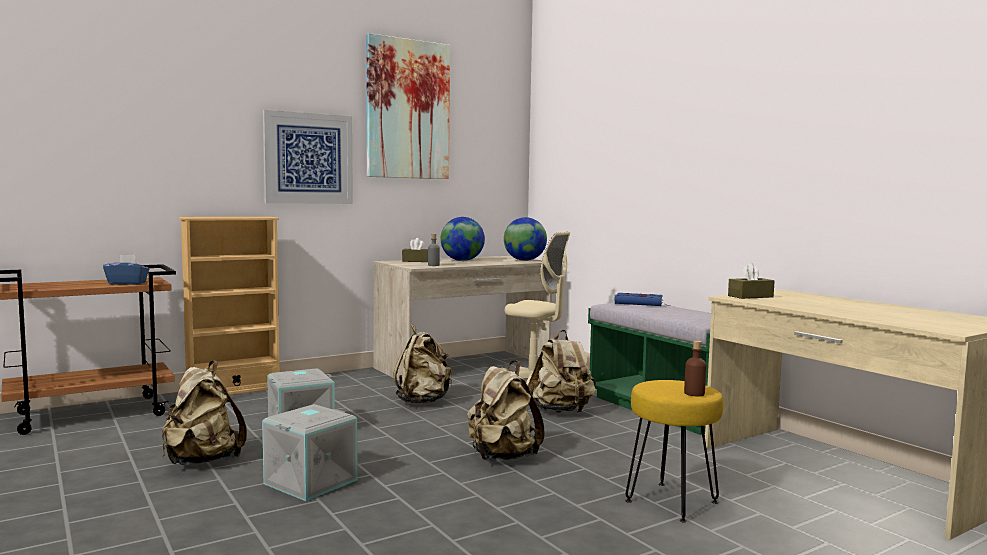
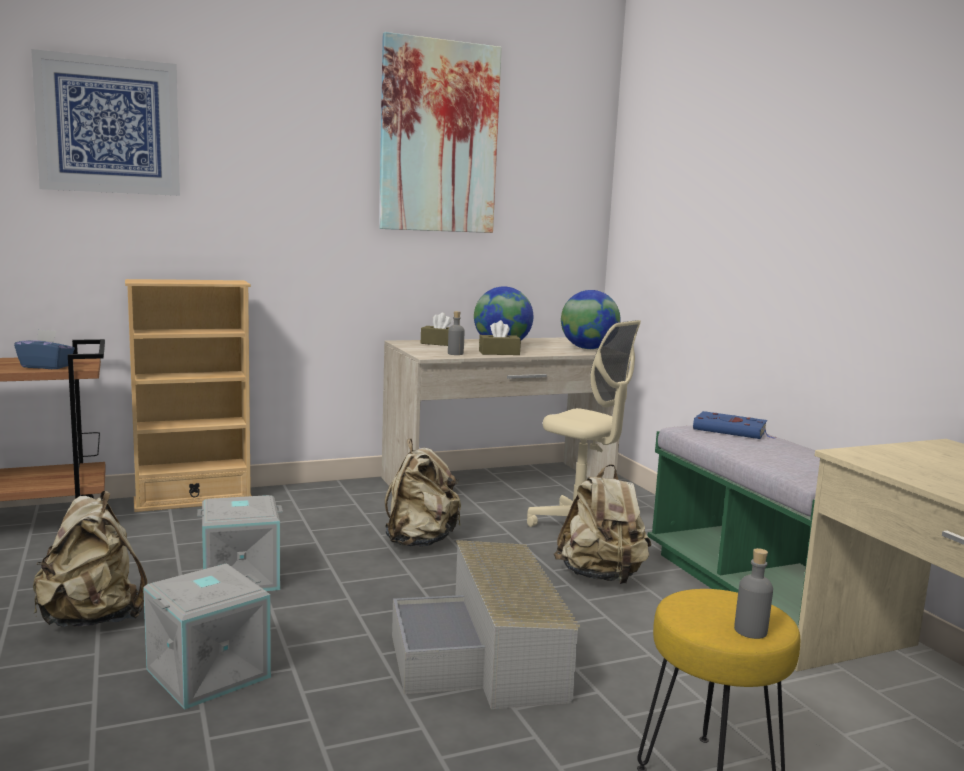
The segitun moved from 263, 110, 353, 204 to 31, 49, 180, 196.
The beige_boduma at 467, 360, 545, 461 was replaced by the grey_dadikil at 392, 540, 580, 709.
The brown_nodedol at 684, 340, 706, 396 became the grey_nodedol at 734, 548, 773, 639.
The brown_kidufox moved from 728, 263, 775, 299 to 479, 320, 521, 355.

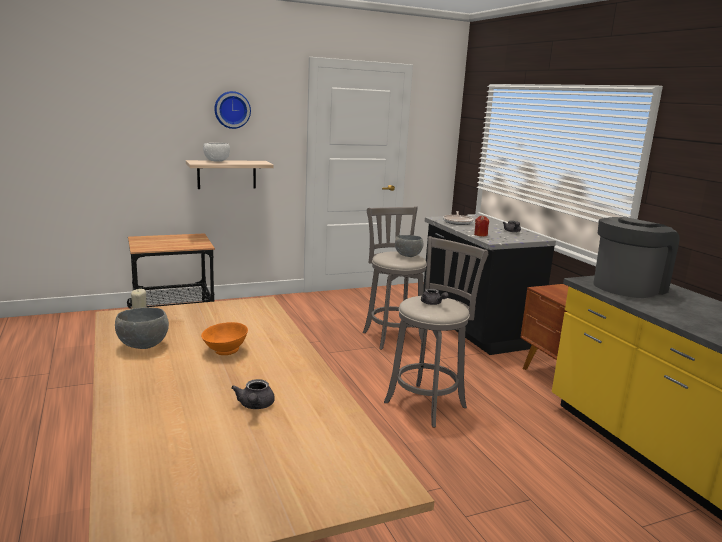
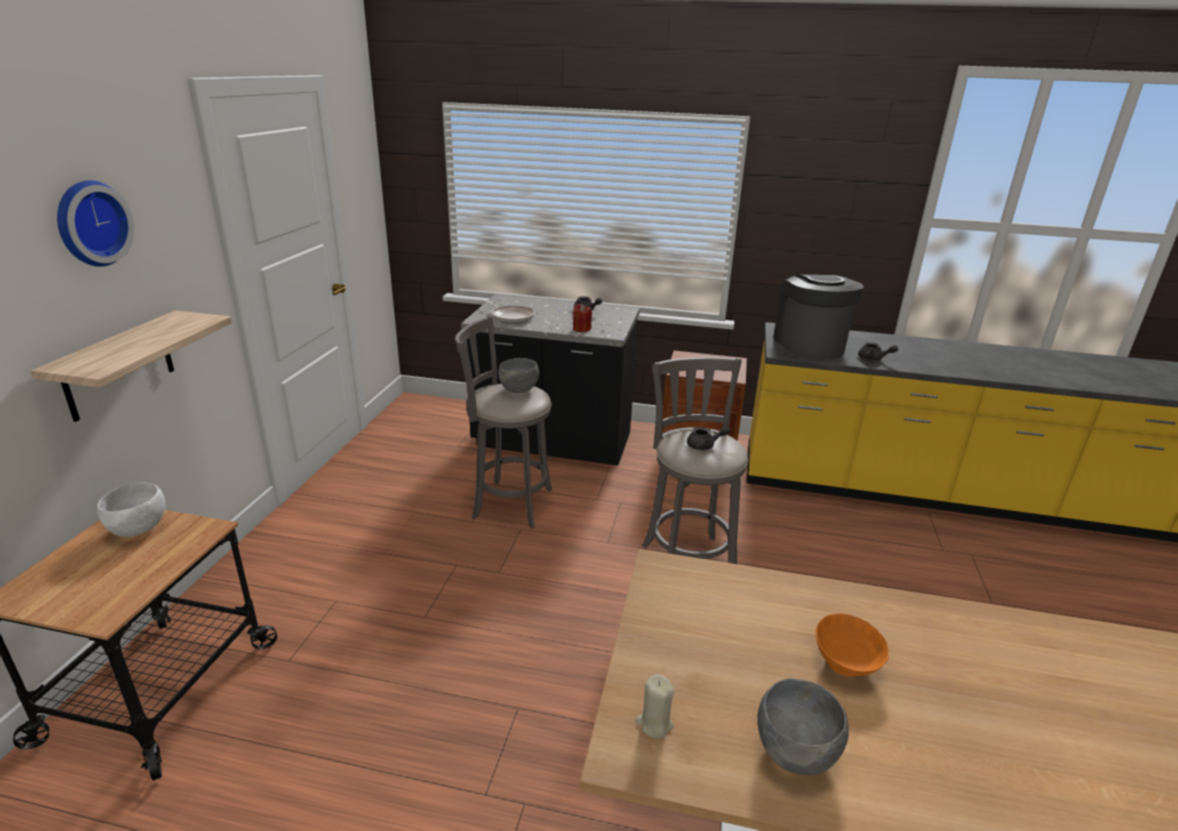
The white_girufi moved from 203, 143, 230, 162 to 97, 483, 166, 537.
The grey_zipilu moved from 231, 379, 275, 409 to 858, 342, 898, 361.

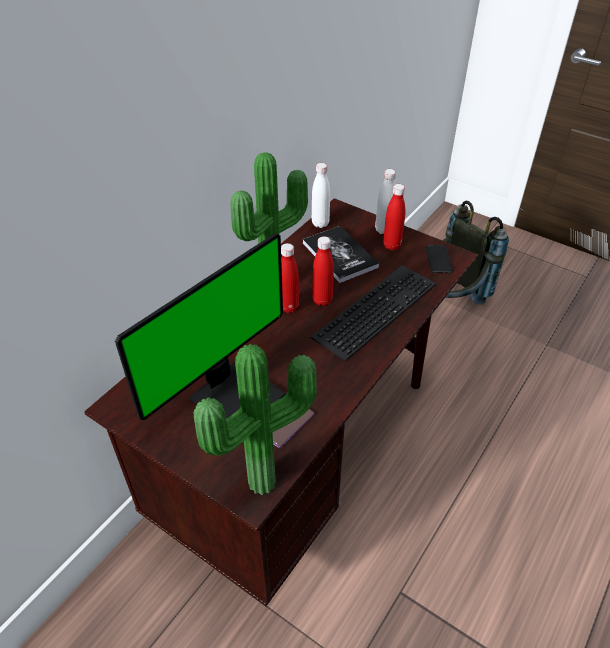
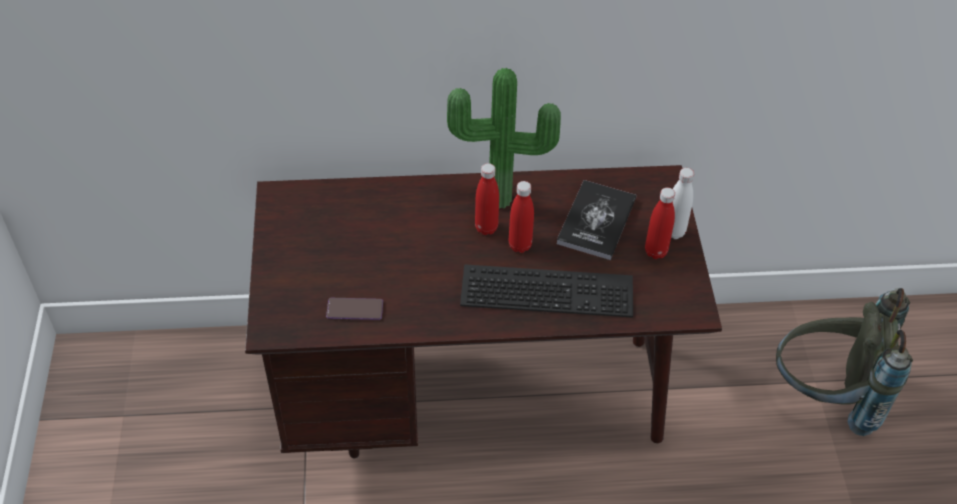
The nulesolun at 115, 233, 286, 420 disappeared.
The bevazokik at 194, 344, 317, 495 disappeared.
The white_nodedol at 312, 163, 330, 228 disappeared.
The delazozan at 425, 245, 453, 273 disappeared.

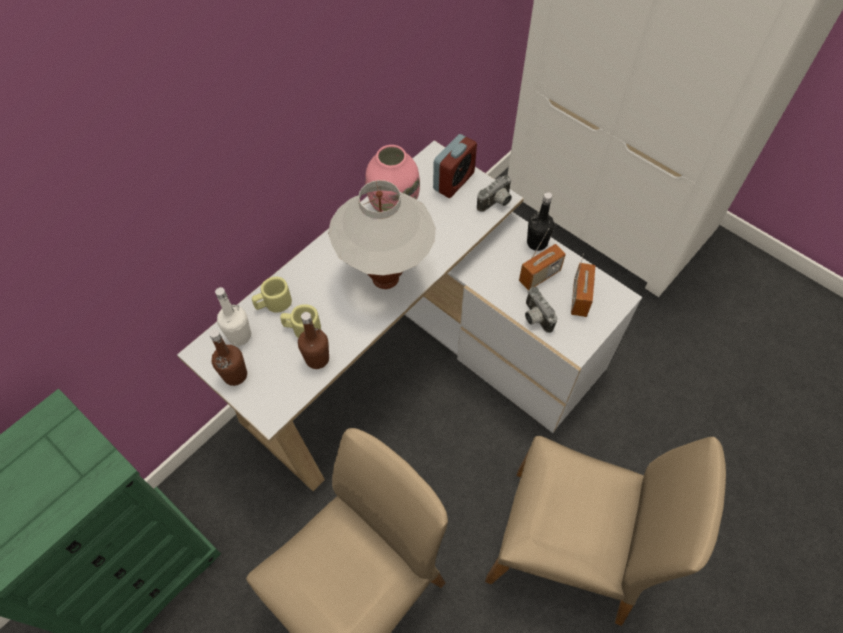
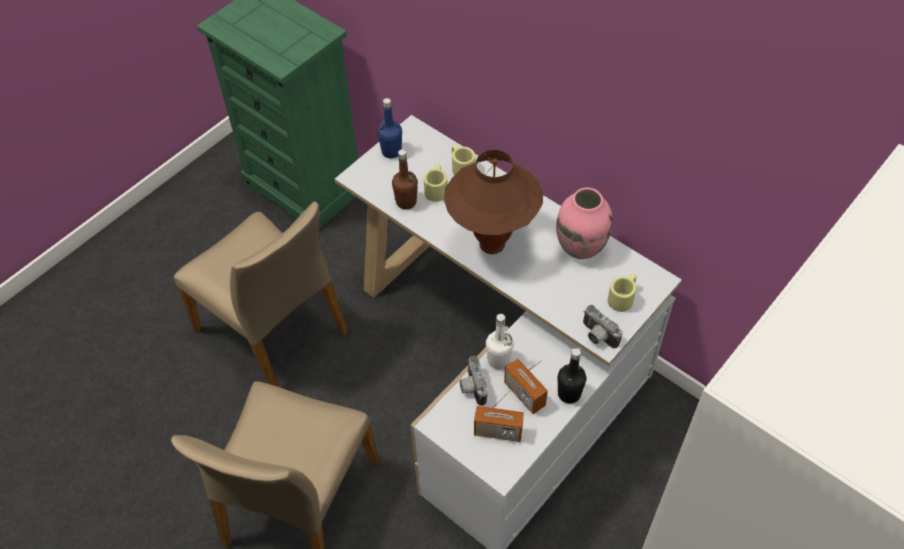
The brown_nodedol at 209, 329, 247, 386 became the blue_nodedol at 377, 98, 402, 158.
The white_nodedol moved from 215, 287, 251, 346 to 486, 314, 514, 370.
The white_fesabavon at 328, 180, 436, 289 became the brown_fesabavon at 444, 149, 543, 254.
The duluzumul at 433, 134, 477, 198 was replaced by the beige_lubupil at 607, 273, 637, 312.
The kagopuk at 525, 287, 558, 333 turned 75 degrees counterclockwise.

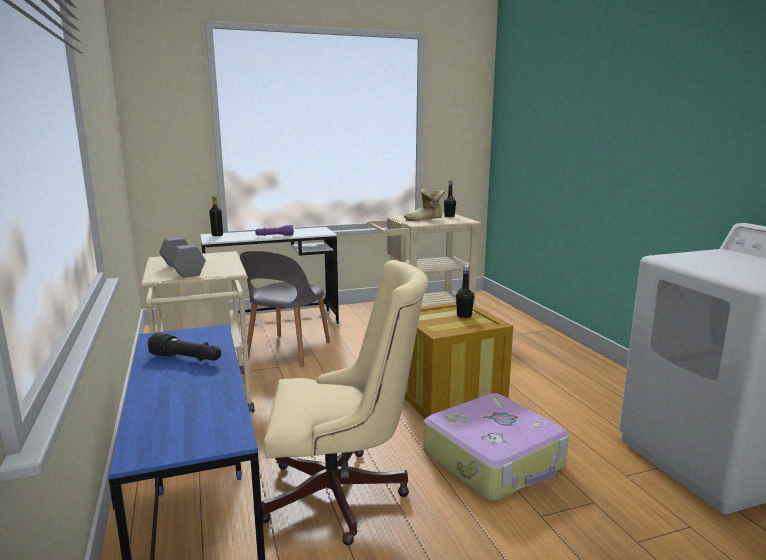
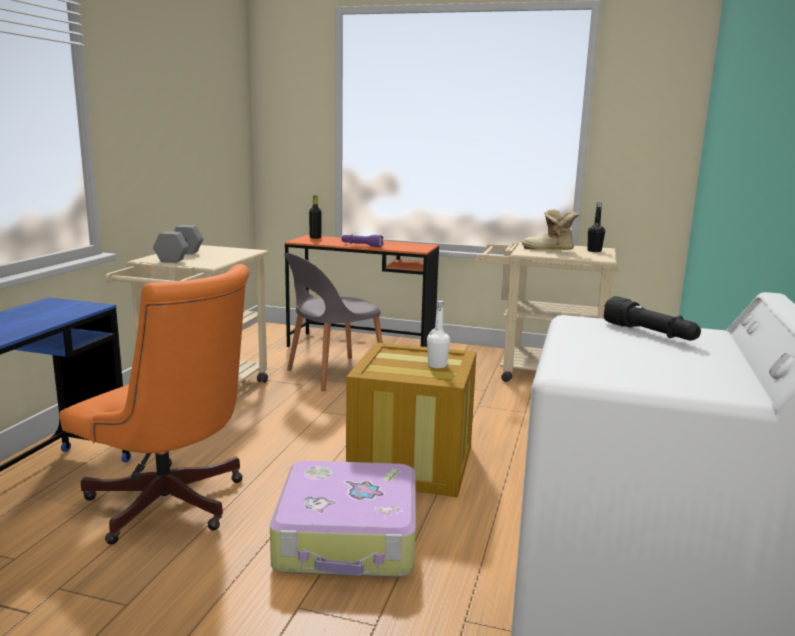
The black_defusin moved from 148, 333, 221, 361 to 603, 296, 701, 341.
The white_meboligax at 200, 227, 340, 326 became the orange_meboligax at 285, 235, 439, 347.
The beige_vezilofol at 261, 260, 428, 545 became the orange_vezilofol at 60, 264, 249, 545.
The black_nodedol at 456, 266, 474, 318 became the white_nodedol at 427, 300, 450, 368.

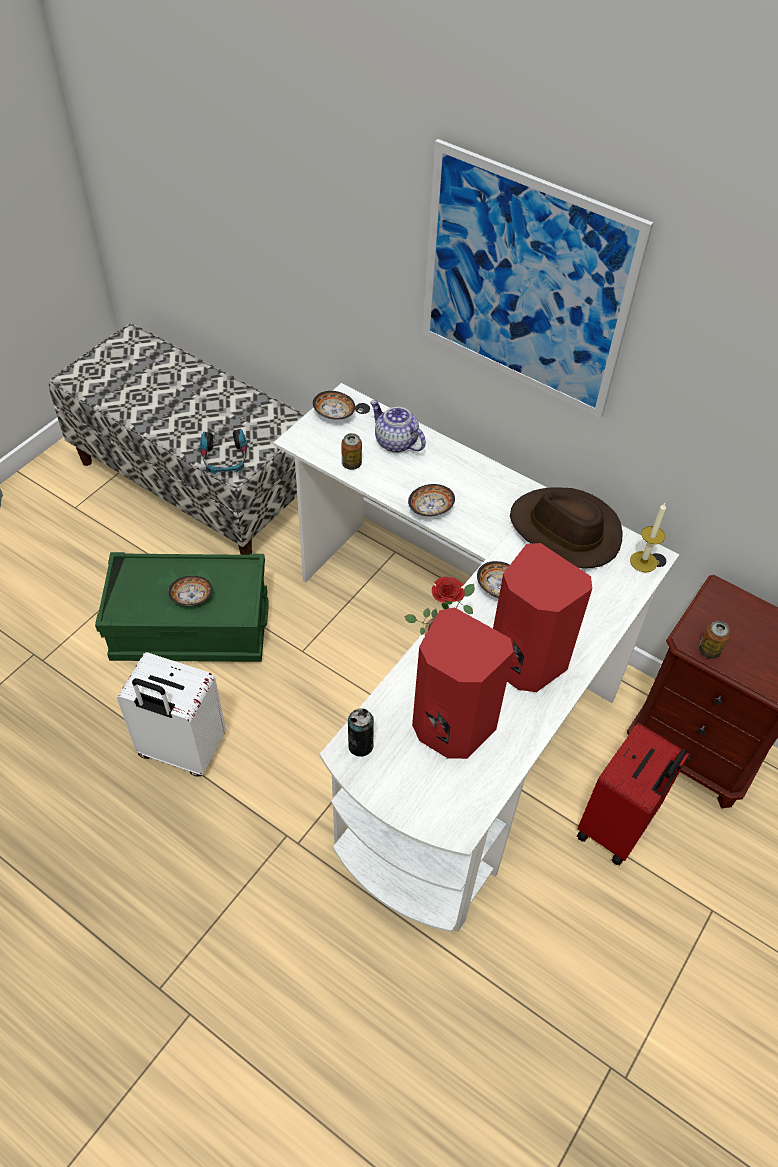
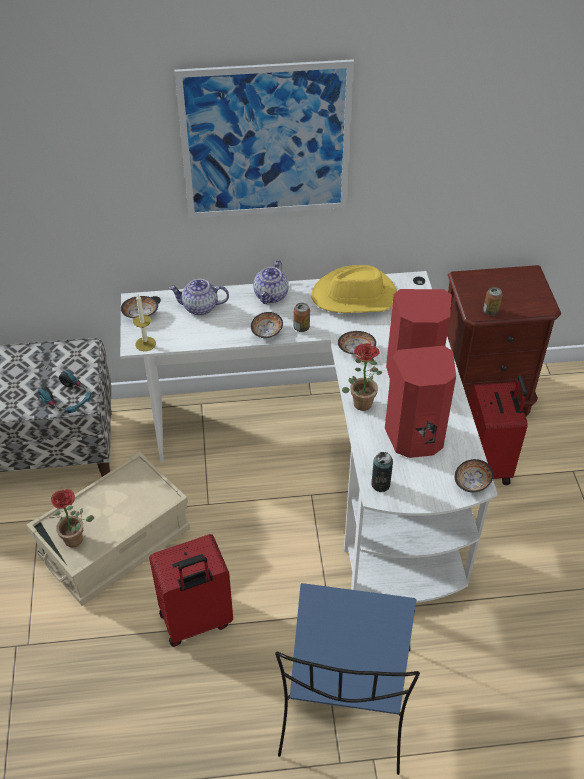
The green_dadikil at 95, 552, 269, 662 became the beige_dadikil at 27, 451, 190, 606.
The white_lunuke at 117, 652, 226, 776 became the red_lunuke at 149, 534, 233, 647.
The girufi moved from 168, 576, 213, 606 to 455, 459, 493, 493.
The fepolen moved from 342, 433, 362, 470 to 294, 303, 310, 332.
The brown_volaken at 510, 488, 622, 568 became the yellow_volaken at 311, 265, 397, 313.
The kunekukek moved from 630, 503, 666, 573 to 133, 294, 156, 351.
The bevazokik at 49, 489, 94, 547 appeared.
The zipilu at 253, 260, 289, 304 appeared.
The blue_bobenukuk at 275, 583, 420, 775 appeared.

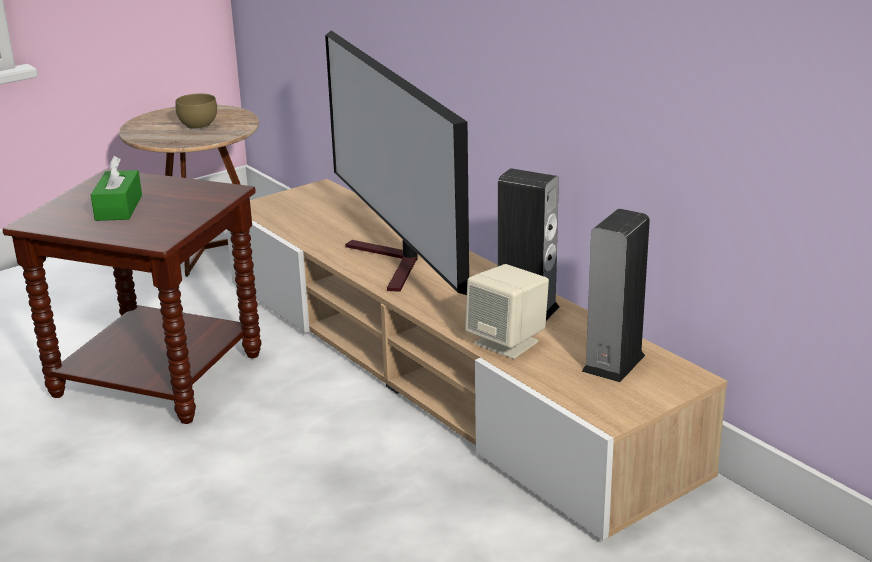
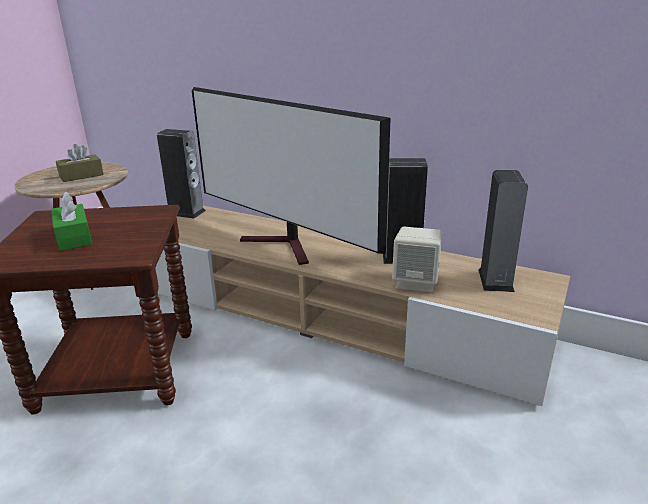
The brown_girufi at 175, 94, 217, 129 was replaced by the brown_kidufox at 56, 144, 104, 182.
The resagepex at 157, 129, 206, 219 appeared.

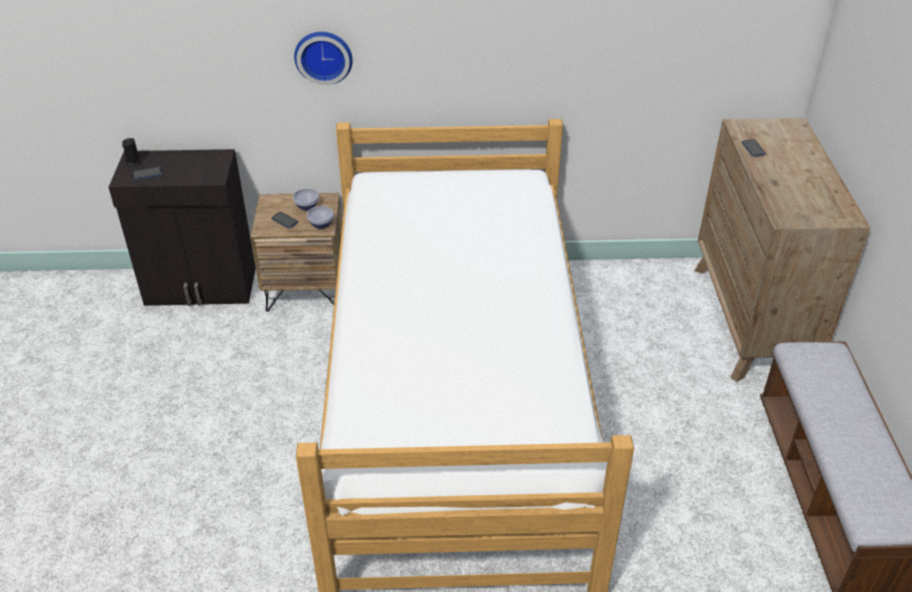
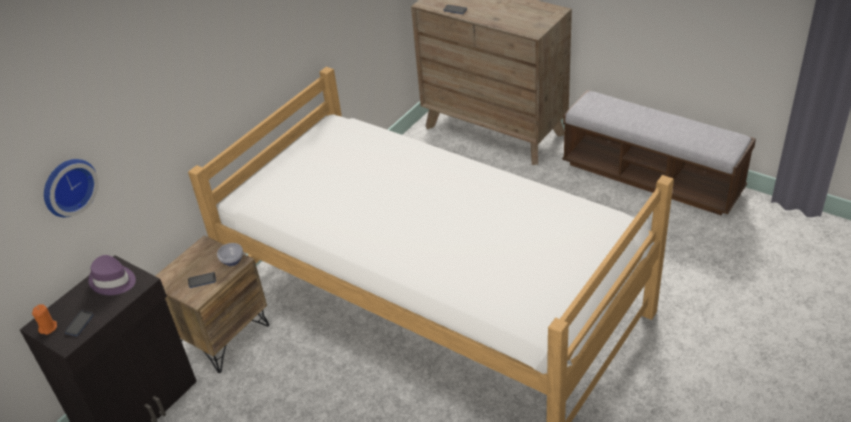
The black_kunekukek at 122, 138, 142, 166 became the orange_kunekukek at 32, 304, 57, 335.
The girufi at 293, 188, 319, 211 disappeared.
The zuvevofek moved from 294, 32, 353, 85 to 44, 159, 98, 217.
The purple_volaken at 88, 255, 136, 295 appeared.

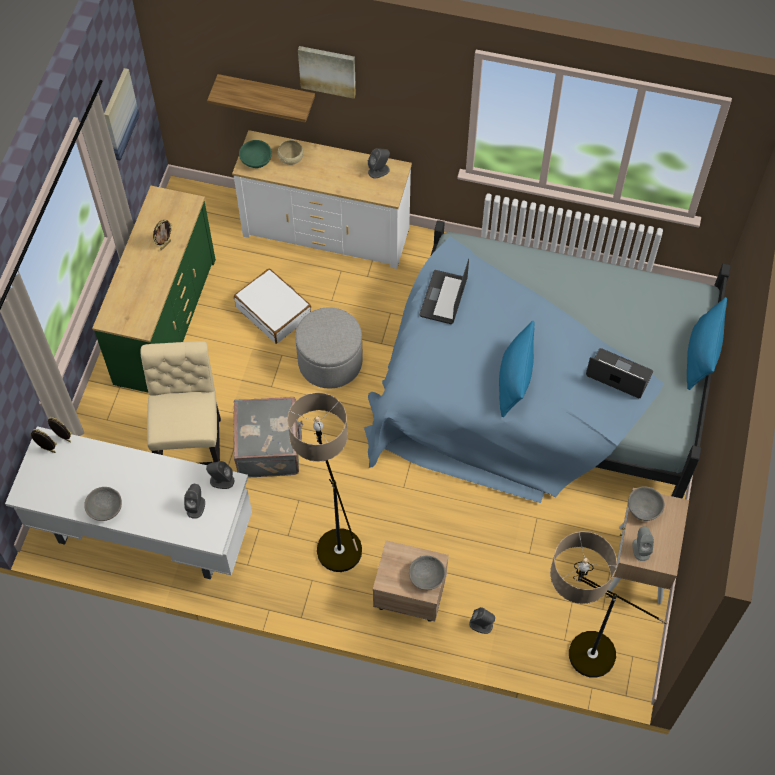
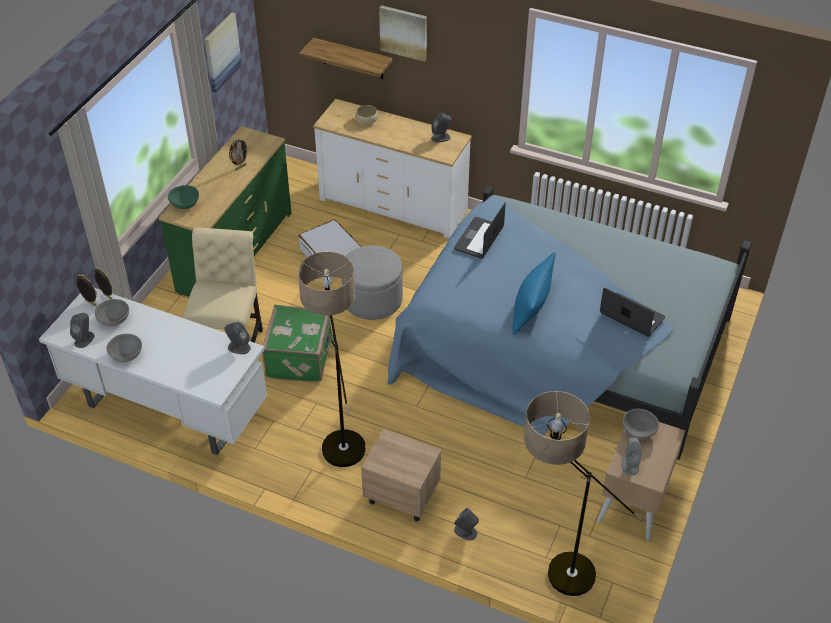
The grey_resagepex moved from 184, 484, 205, 519 to 70, 313, 94, 348.
The grey_lunuke at 234, 397, 303, 478 became the green_lunuke at 262, 305, 334, 382.
The green_girufi moved from 239, 140, 272, 168 to 168, 185, 199, 209.
The grey_girufi moved from 409, 556, 446, 590 to 95, 299, 129, 326.
The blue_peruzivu at 687, 297, 727, 390 disappeared.

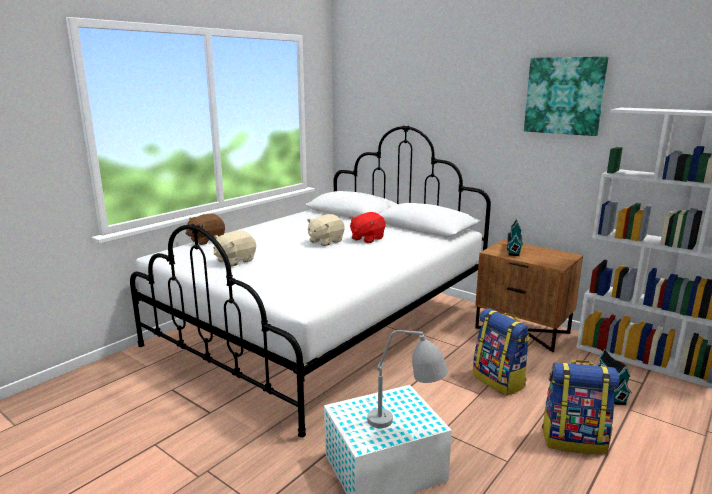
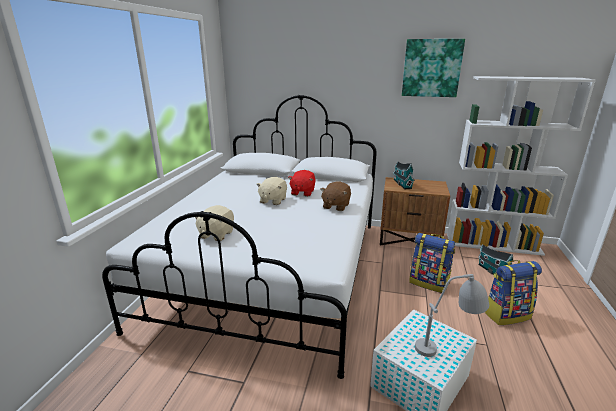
The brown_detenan moved from 185, 214, 225, 245 to 320, 181, 351, 211.

